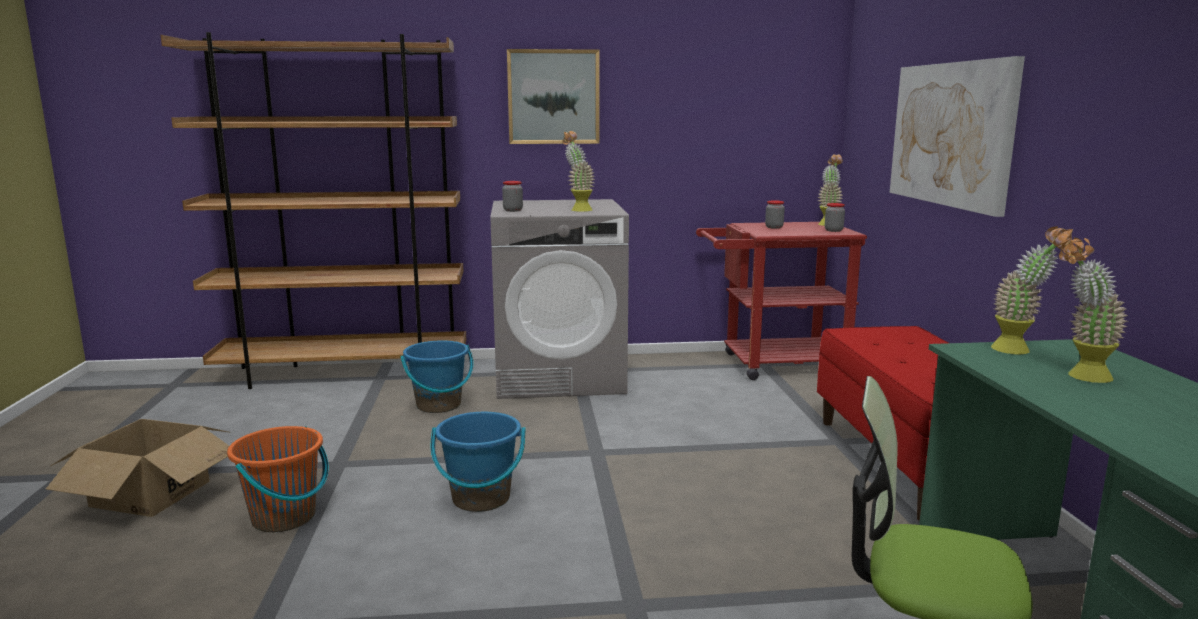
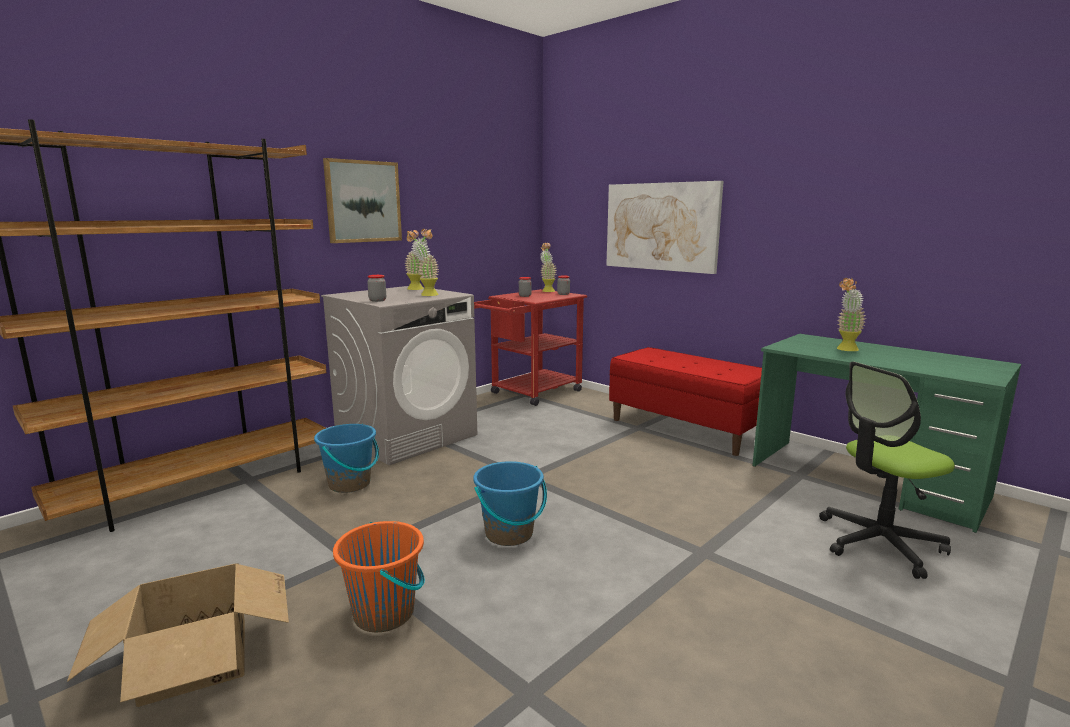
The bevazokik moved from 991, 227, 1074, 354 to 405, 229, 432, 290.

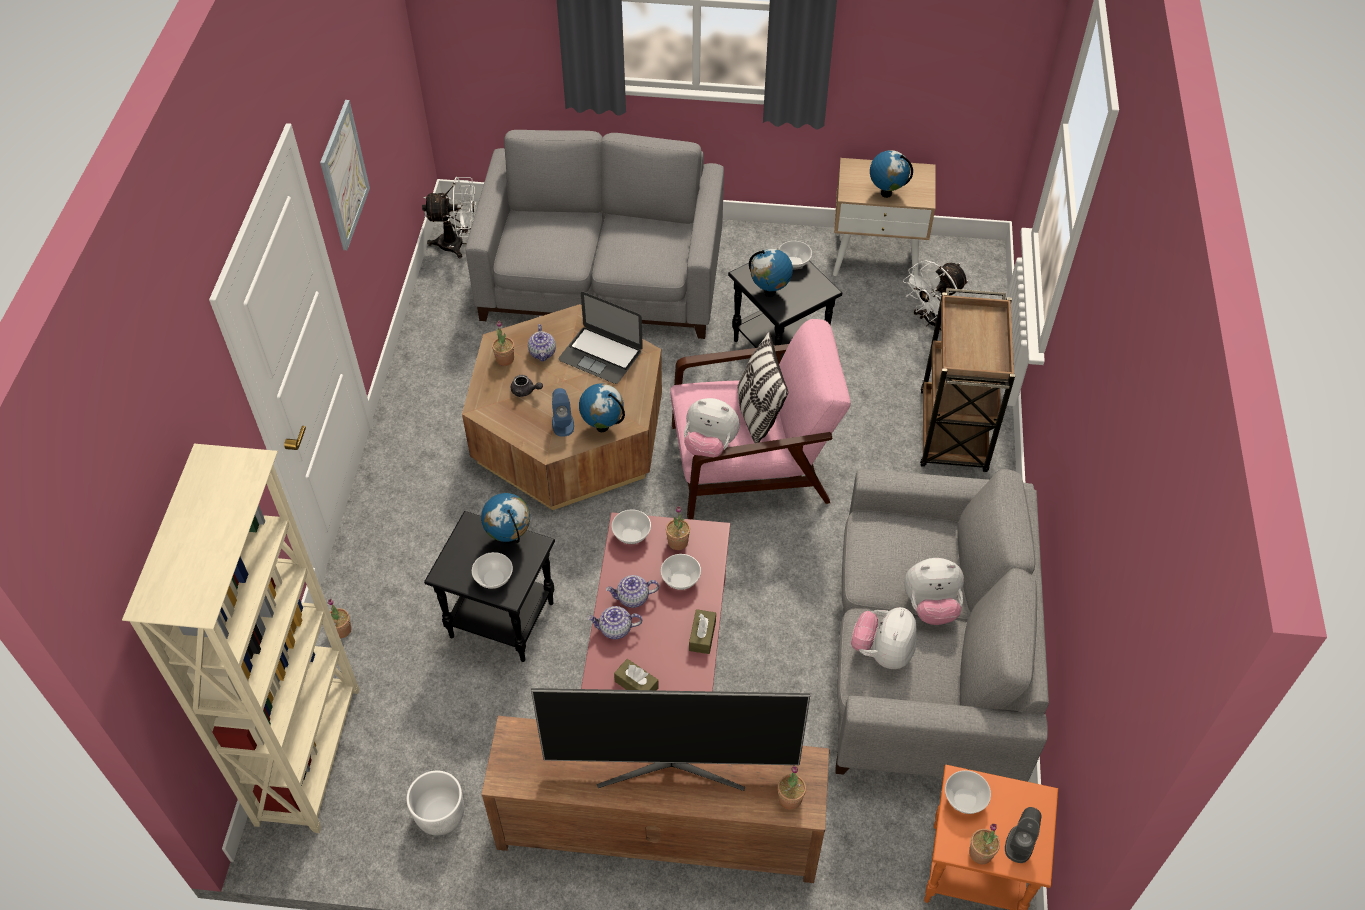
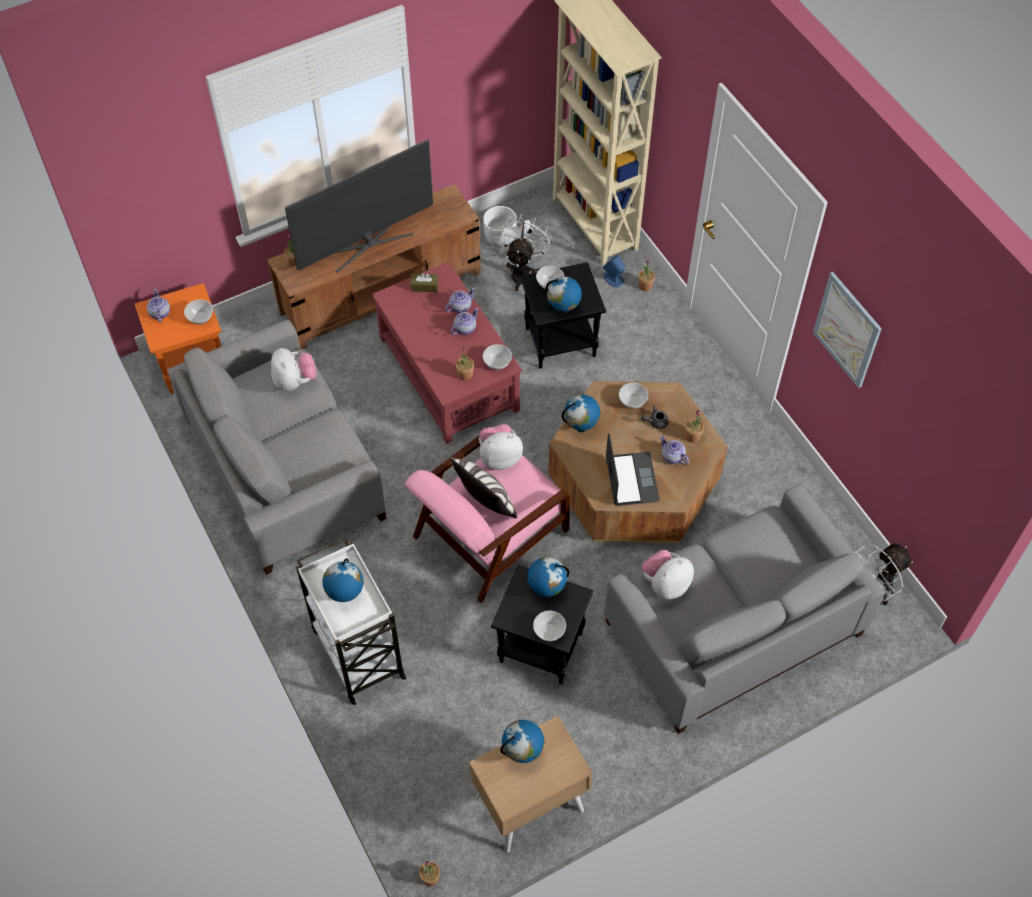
The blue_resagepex moved from 552, 388, 574, 437 to 603, 255, 625, 287.
The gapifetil at 558, 292, 643, 384 turned 90 degrees clockwise.
The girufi moved from 661, 554, 701, 590 to 619, 383, 648, 409.
The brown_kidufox at 689, 609, 716, 654 disappeared.
The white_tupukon moved from 903, 260, 969, 330 to 500, 215, 551, 291.
The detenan moved from 904, 558, 964, 625 to 641, 550, 694, 599.
The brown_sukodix at 920, 288, 1015, 472 became the white_sukodix at 296, 537, 407, 705.
The bevazokik moved from 969, 824, 1000, 864 to 419, 861, 440, 886.
The grey_resagepex at 1005, 807, 1041, 863 was replaced by the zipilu at 147, 289, 170, 323.
The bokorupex at 322, 558, 364, 602 appeared.

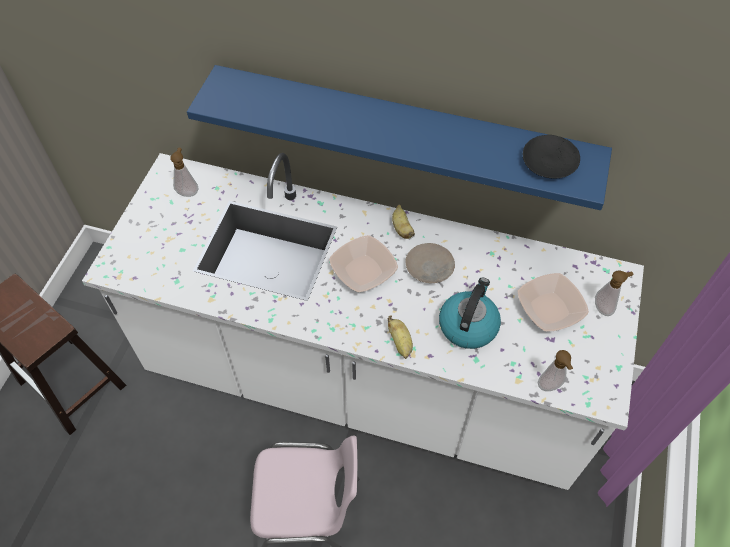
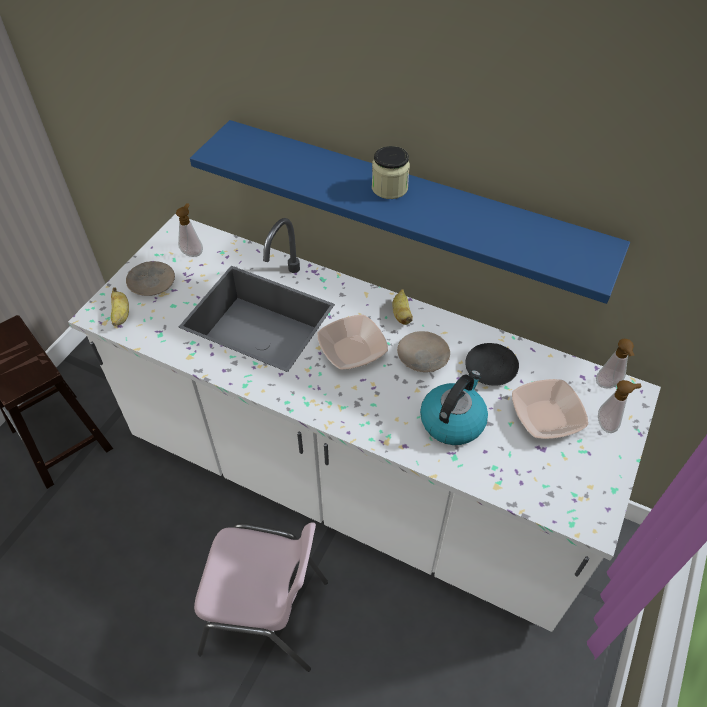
The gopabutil moved from 388, 315, 413, 359 to 111, 287, 129, 326.
The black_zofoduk moved from 523, 135, 580, 179 to 465, 343, 519, 386.
The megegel moved from 537, 350, 573, 391 to 596, 339, 634, 388.
The beige_zofoduk at 126, 261, 175, 296 appeared.
The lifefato at 372, 146, 410, 199 appeared.

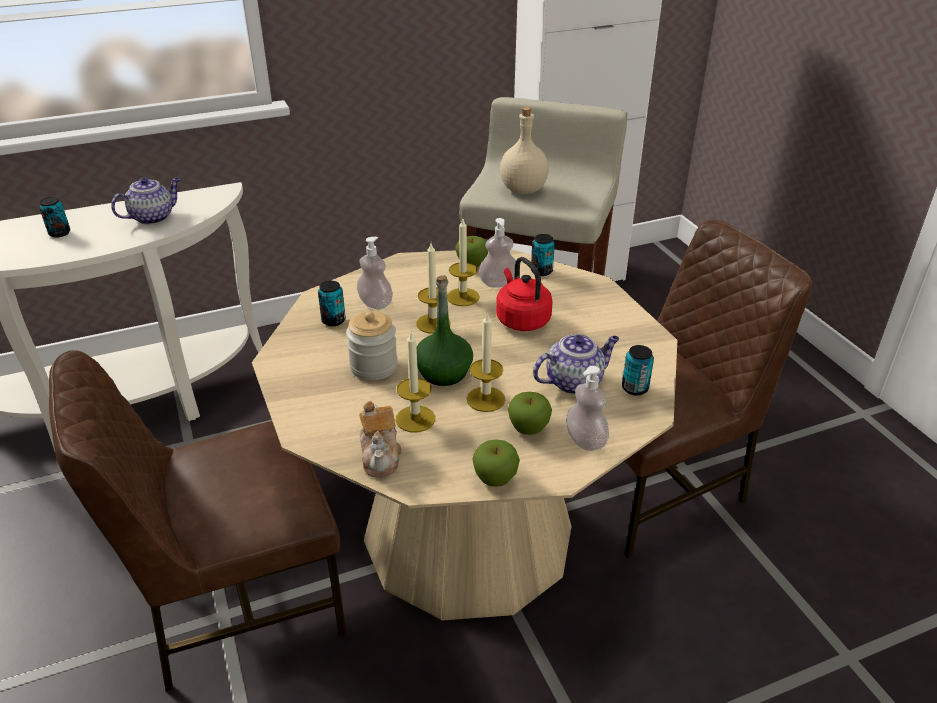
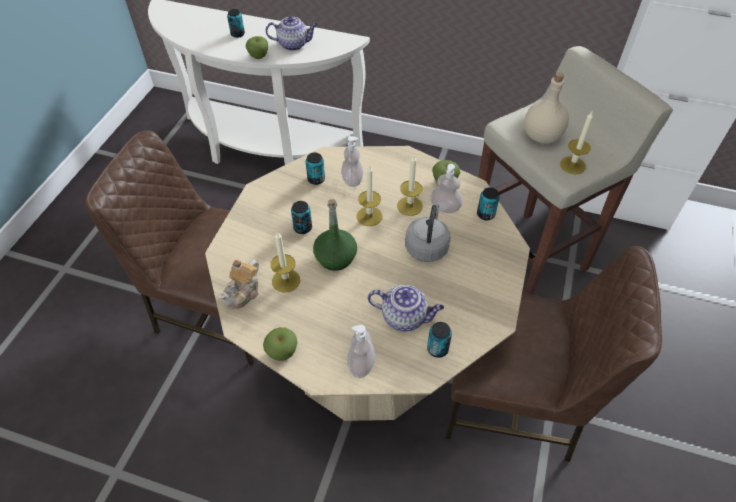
The lifefato at 346, 311, 398, 381 was replaced by the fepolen at 291, 201, 312, 234.
The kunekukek moved from 467, 312, 505, 412 to 560, 112, 593, 174.
The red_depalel at 496, 257, 553, 331 became the grey_depalel at 405, 204, 450, 262.
The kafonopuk moved from 508, 392, 552, 435 to 246, 36, 268, 59.

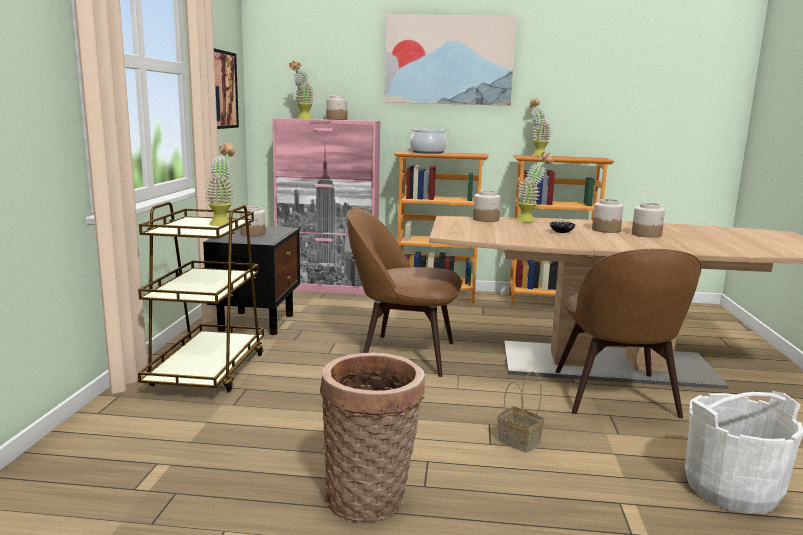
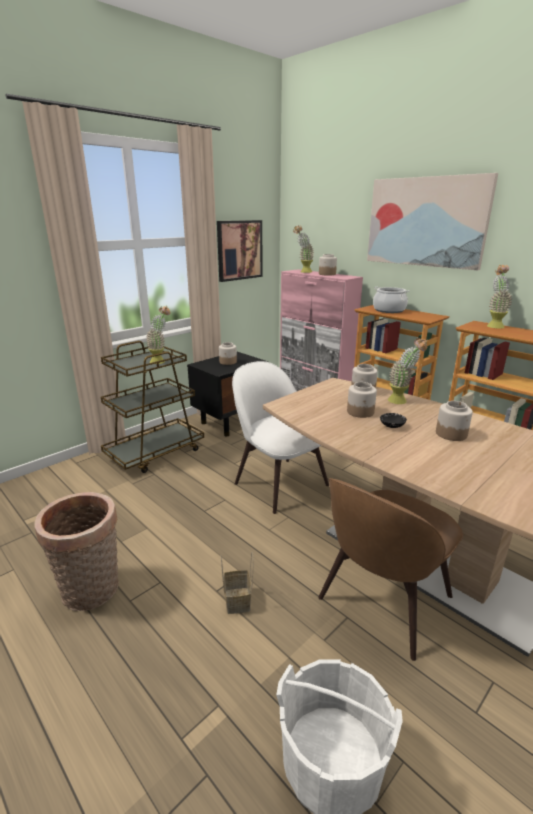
The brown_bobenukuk at 347, 207, 463, 377 became the white_bobenukuk at 232, 361, 329, 514.
The lifefato moved from 632, 203, 665, 238 to 347, 382, 377, 418.

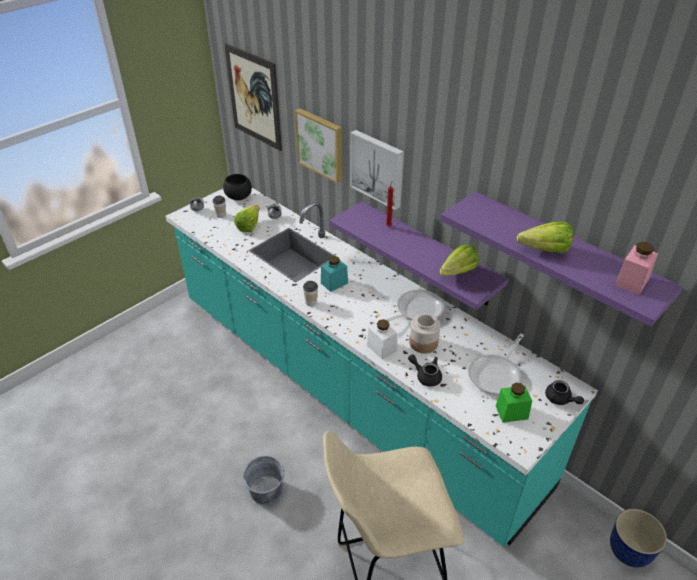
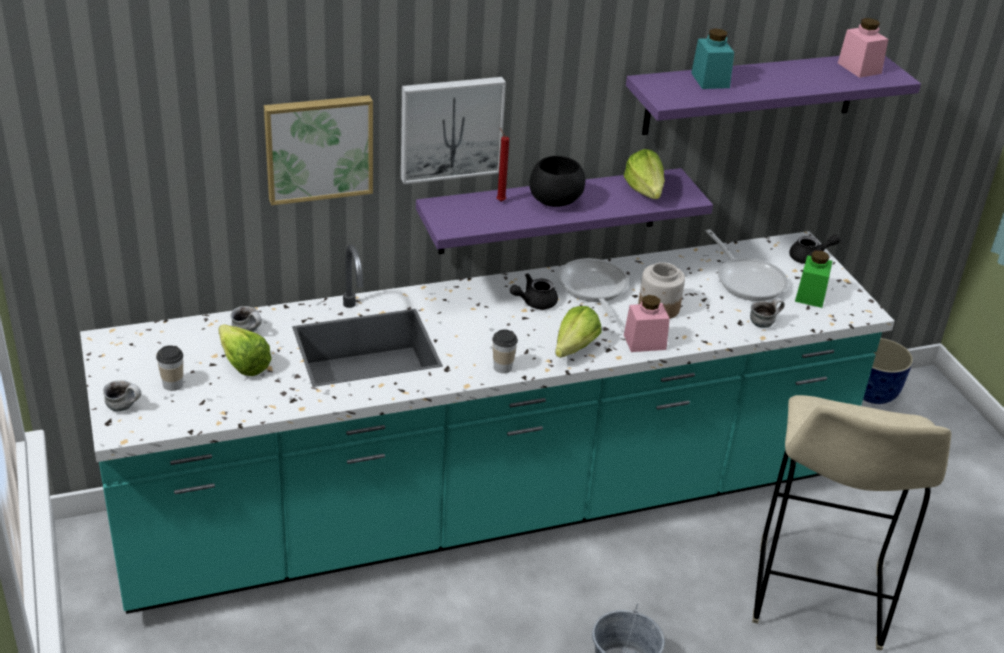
The black_girufi moved from 223, 174, 252, 200 to 529, 156, 585, 207.
The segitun at 224, 43, 282, 151 disappeared.
The turquoise_lifefato moved from 321, 256, 348, 292 to 691, 28, 734, 89.
The white_lifefato at 367, 319, 397, 360 became the pink_lifefato at 624, 295, 670, 352.
The black_zipilu moved from 408, 354, 442, 387 to 510, 273, 558, 309.
The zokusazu moved from 517, 222, 573, 254 to 555, 306, 602, 358.
The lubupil at 750, 298, 785, 328 appeared.

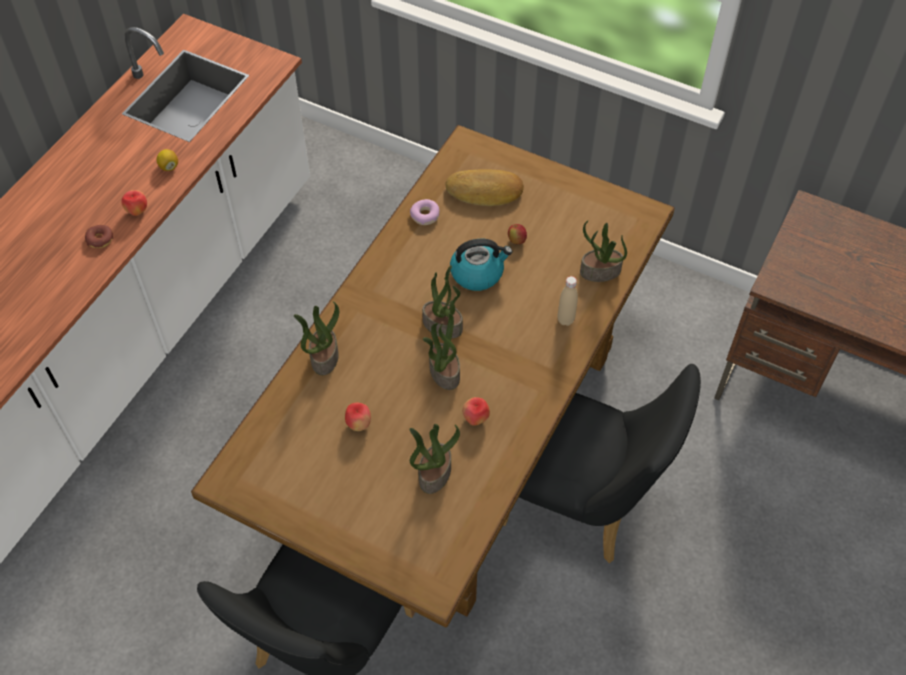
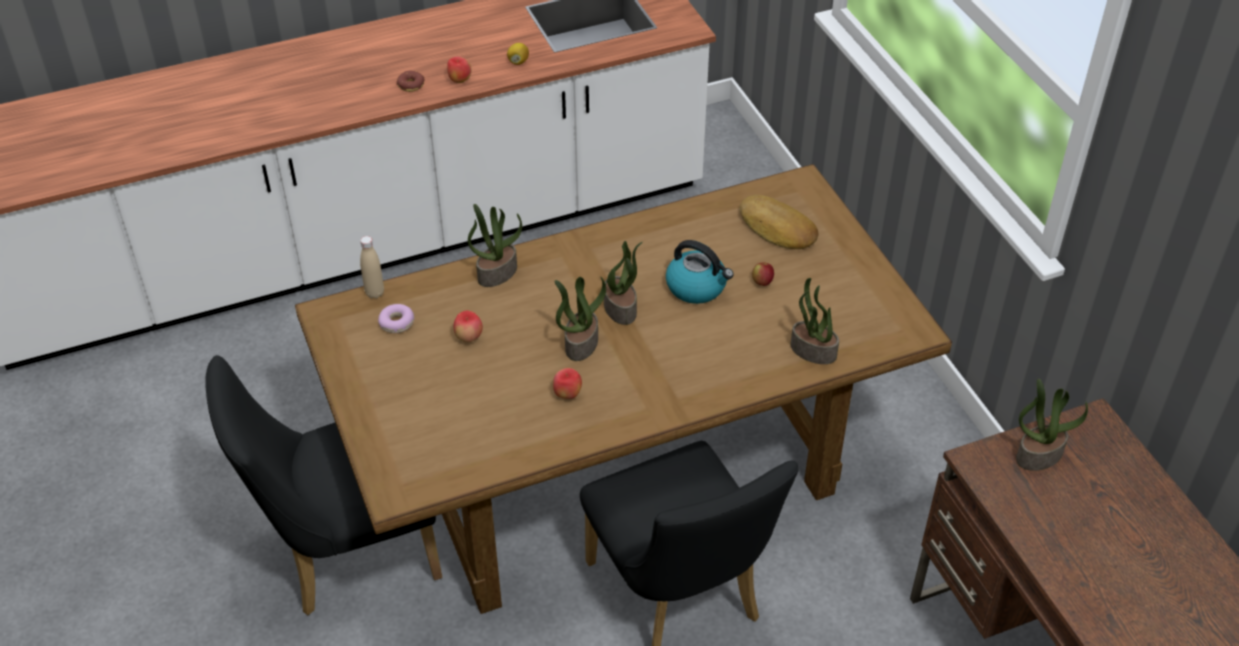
The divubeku moved from 410, 199, 440, 225 to 378, 304, 414, 333.
The bevazokik moved from 410, 424, 460, 494 to 1016, 379, 1088, 471.
The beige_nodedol moved from 557, 276, 578, 326 to 360, 236, 384, 299.

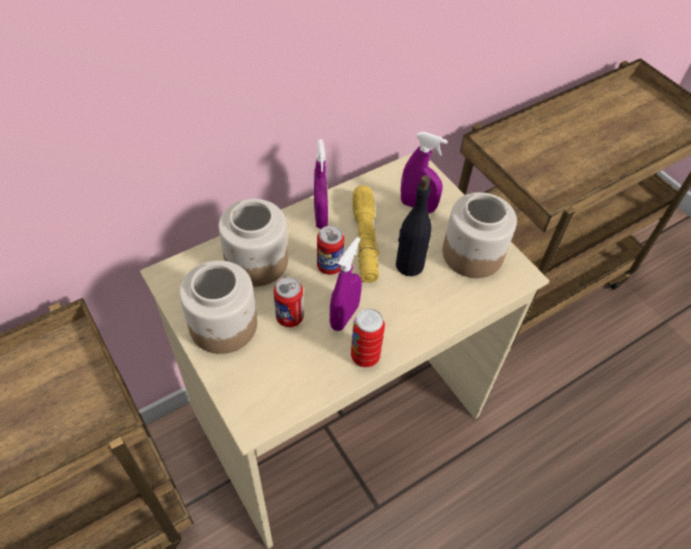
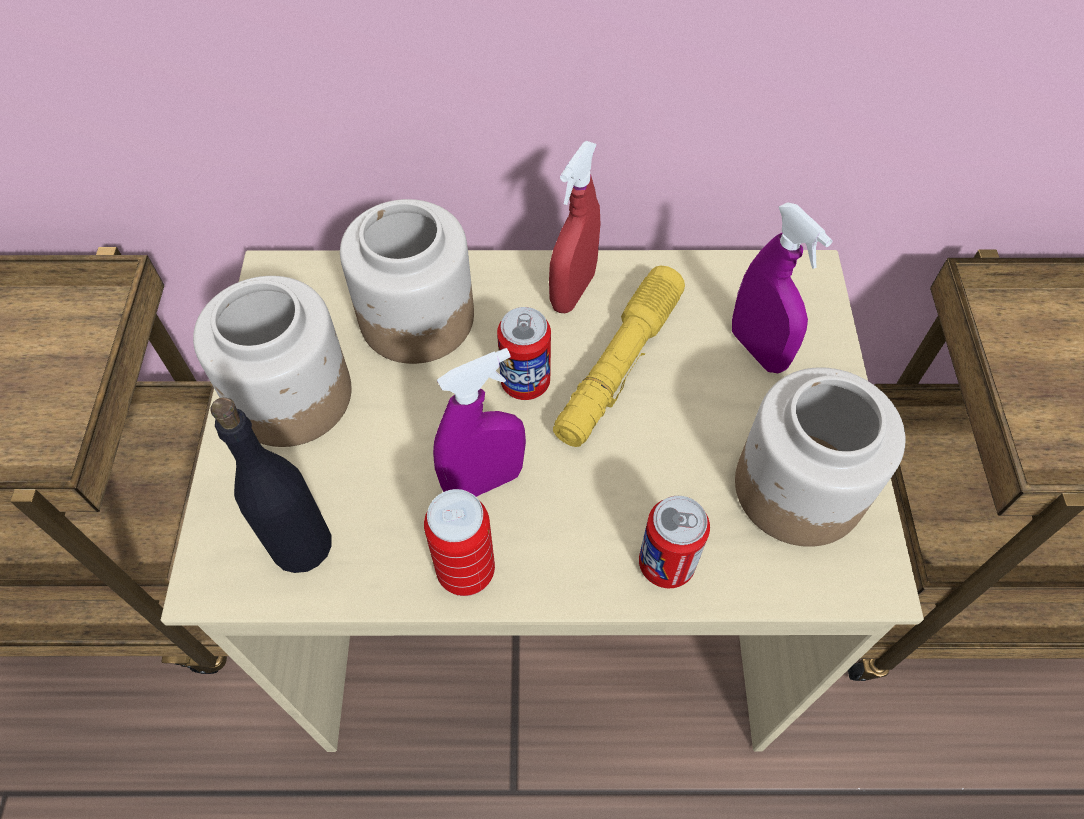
The fepolen moved from 274, 277, 304, 327 to 639, 496, 710, 588.
The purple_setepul at 314, 139, 328, 229 became the red_setepul at 549, 141, 601, 313.
The black_nodedol moved from 396, 175, 432, 276 to 210, 397, 332, 573.

